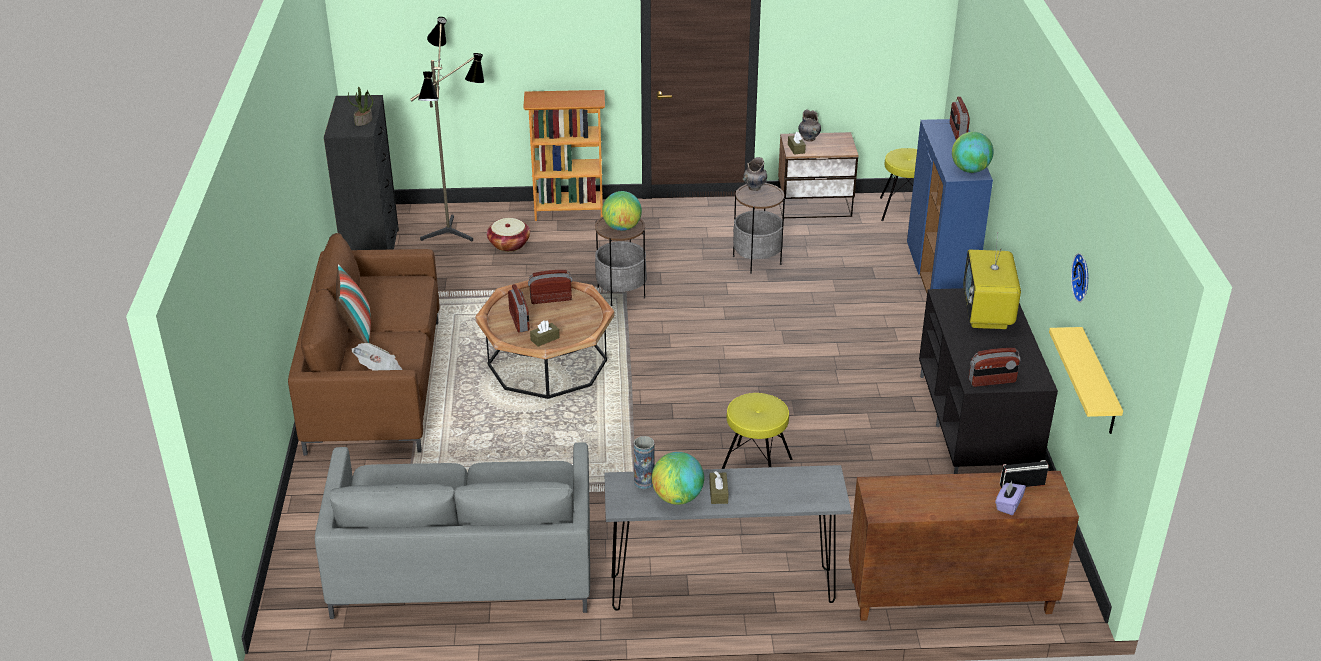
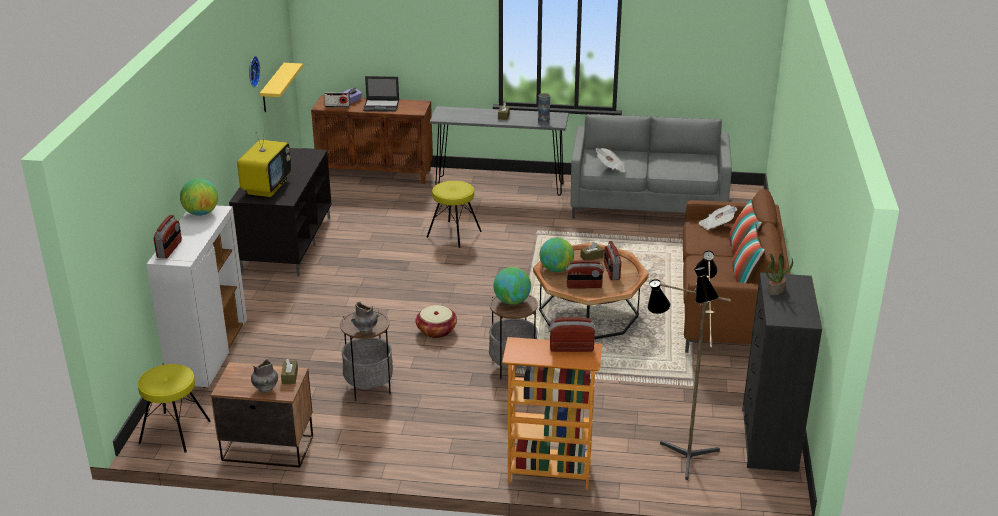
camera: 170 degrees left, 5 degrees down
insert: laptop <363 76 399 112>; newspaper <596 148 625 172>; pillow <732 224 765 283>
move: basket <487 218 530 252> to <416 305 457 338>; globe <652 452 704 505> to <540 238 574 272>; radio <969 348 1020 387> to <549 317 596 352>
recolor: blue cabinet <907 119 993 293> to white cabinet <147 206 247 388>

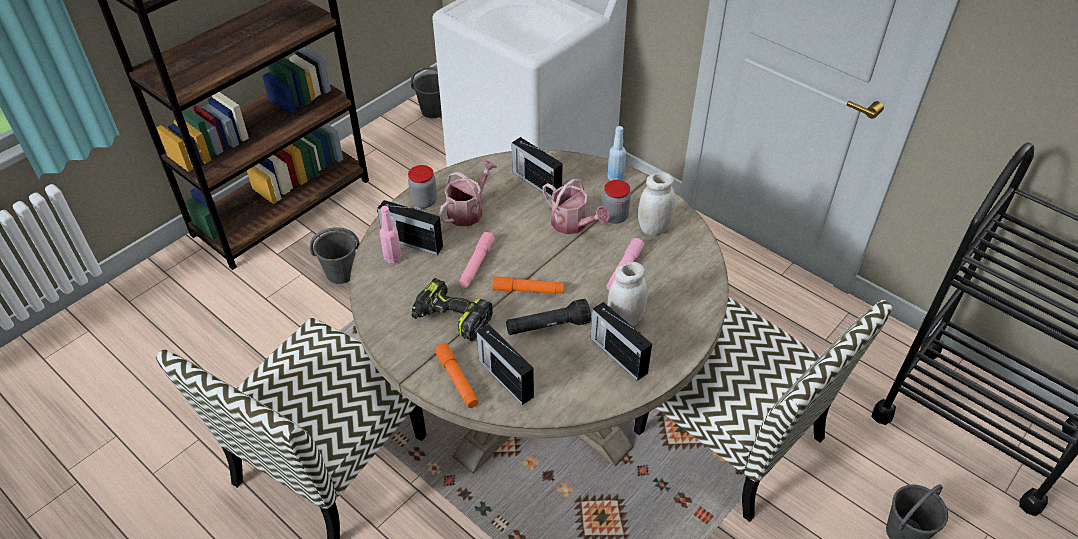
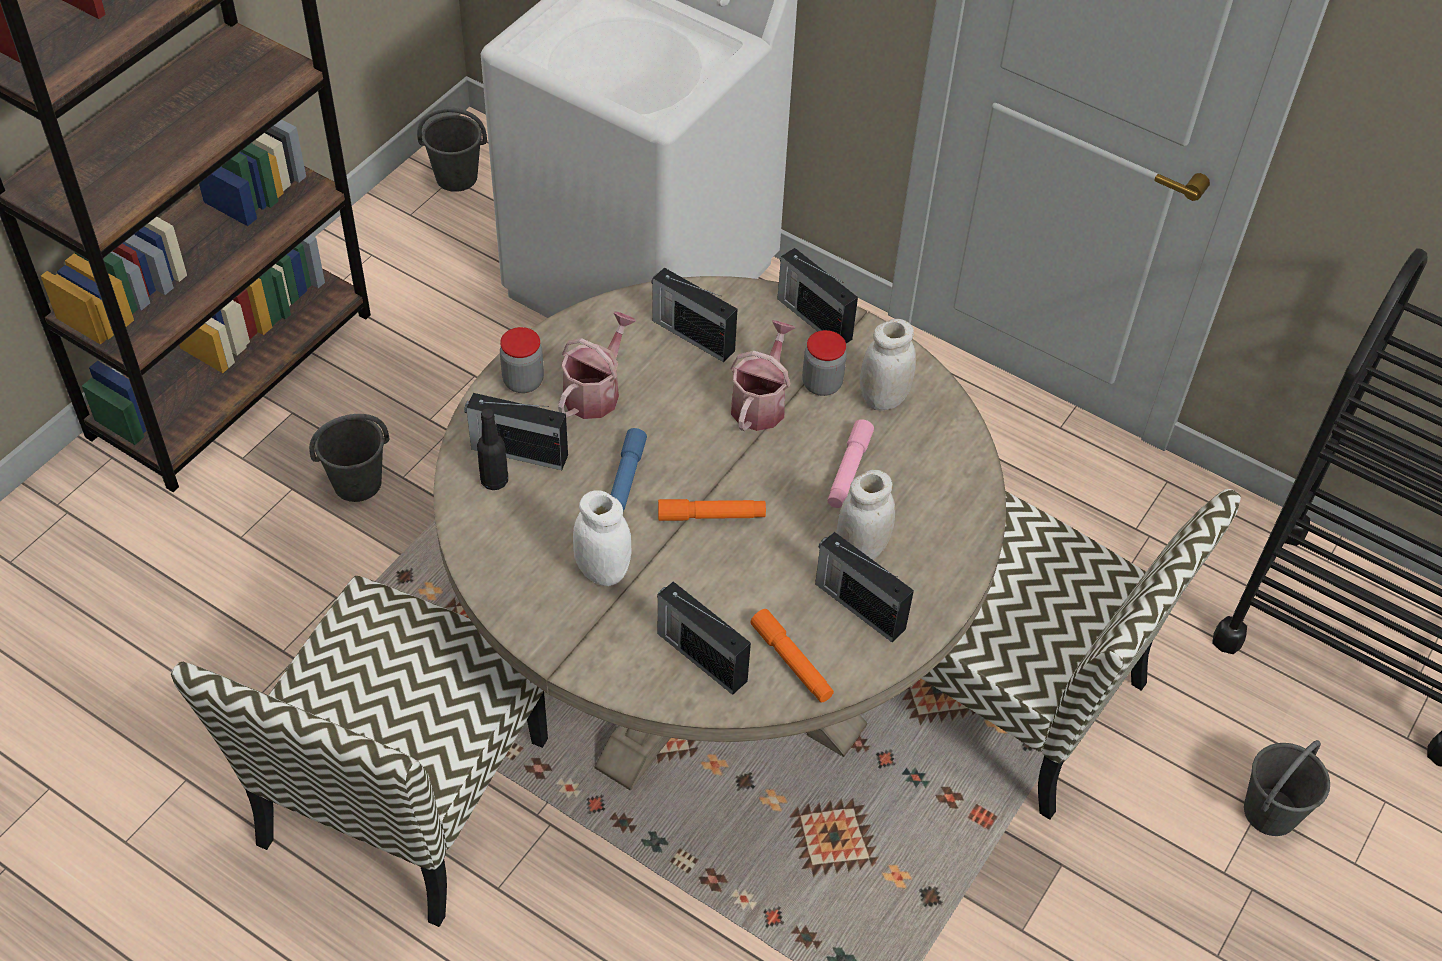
camera: 10 degrees left, 5 degrees up
delete: black flashlight <506 299 591 335>
move: orange flashlight <435 343 478 408> to <750 609 834 702>
replace: power drill <411 278 493 341> to white jar <573 490 631 586>; blue bottle <608 126 626 181> to radio <777 248 858 344>
recolor: pink bottle <380 206 402 264> to black bottle <477 408 508 490>; pink flashlight <459 232 495 288> to blue flashlight <611 428 647 511>
rotate: watering can <542 179 610 234> = <730 320 796 431> 105 degrees counterclockwise

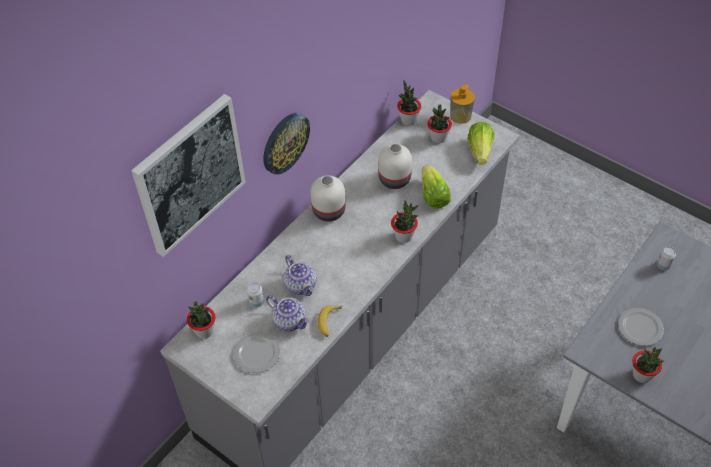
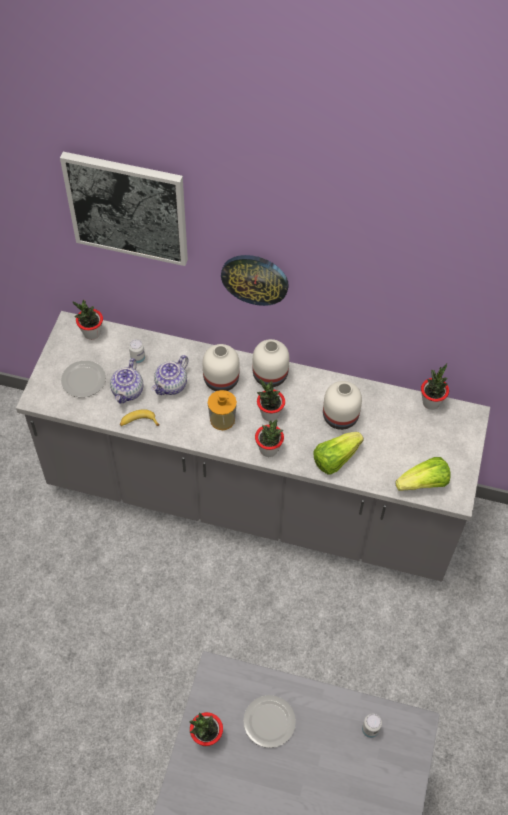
camera: 65 degrees right, 5 degrees up
insert: white vase <202 344 239 391>
move: soap dispenser <450 84 475 124> to <208 390 237 430>; potted plant <427 105 452 143> to <257 379 285 421>

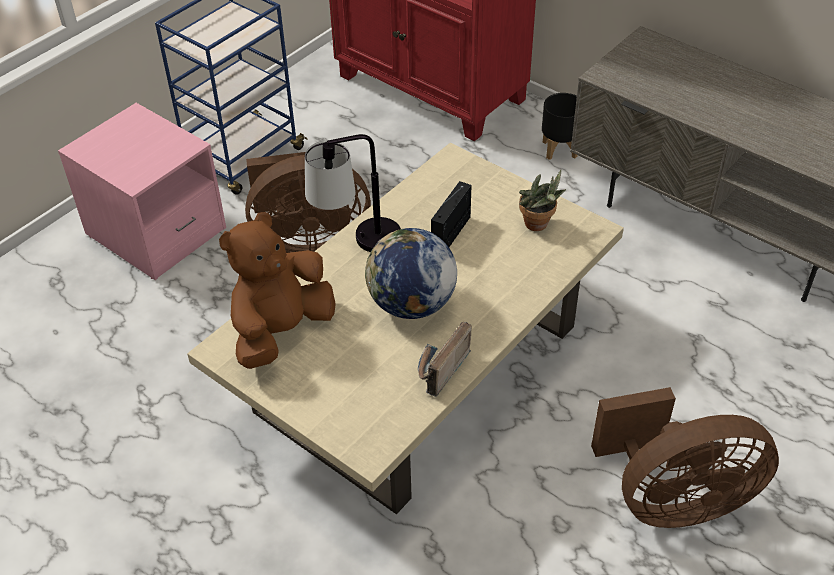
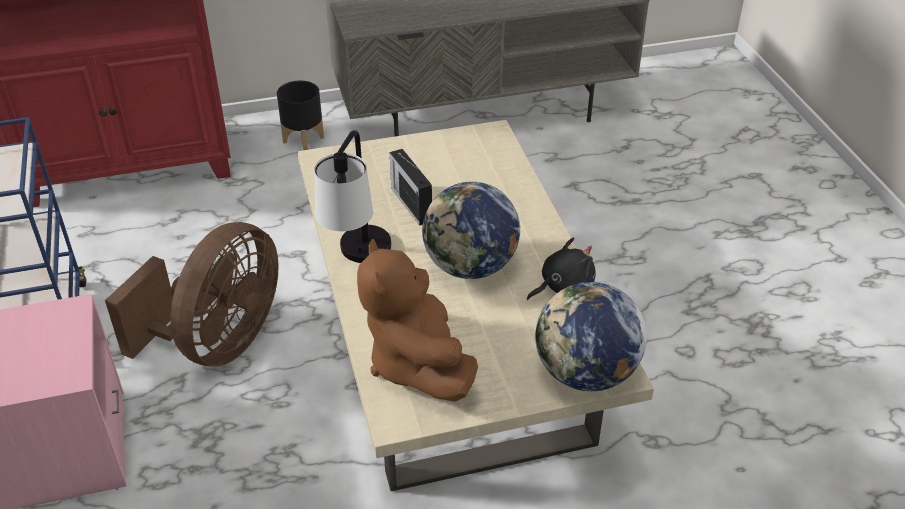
camera: 55 degrees left, 5 degrees down
delete: potted plant <519 170 566 231>; brown fan <591 387 779 528>
insert: globe <535 282 647 391>
replace: radio <418 322 472 397> to black plush toy <527 238 596 300>

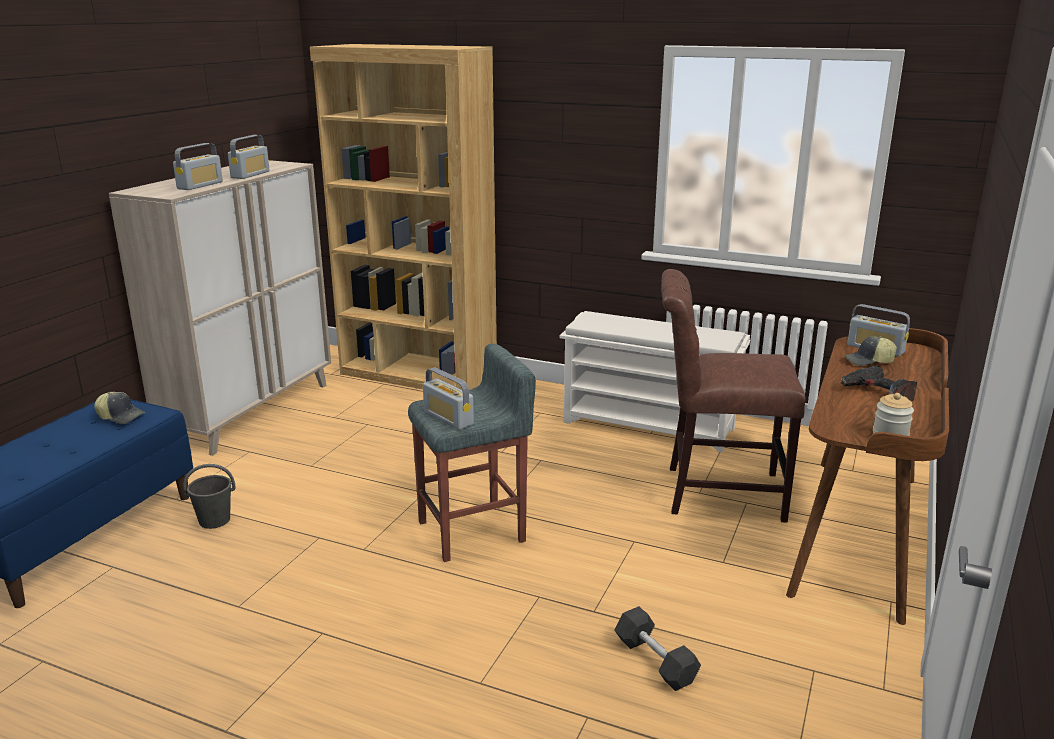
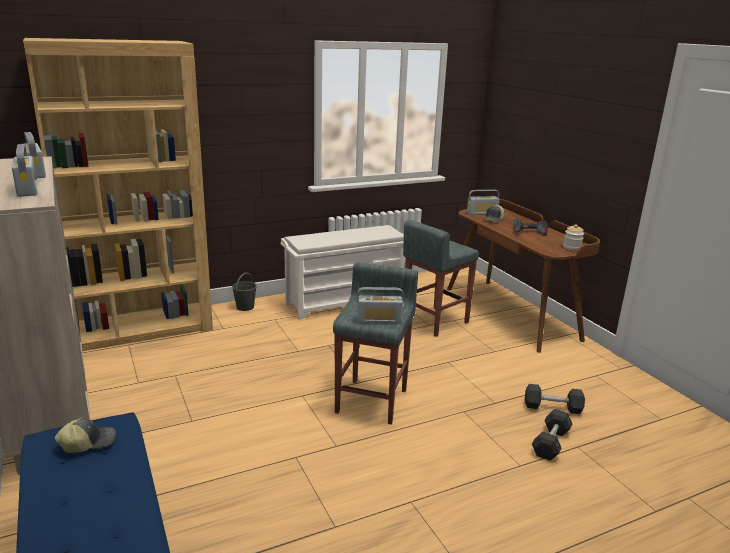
camera: 50 degrees left, 0 degrees up
insert: grey dumbbell <532 409 573 461>
move: grey bucket <183 464 236 529> to <232 272 257 311>
replace: brown chair <661 269 806 523> to grey stool <403 220 479 337>

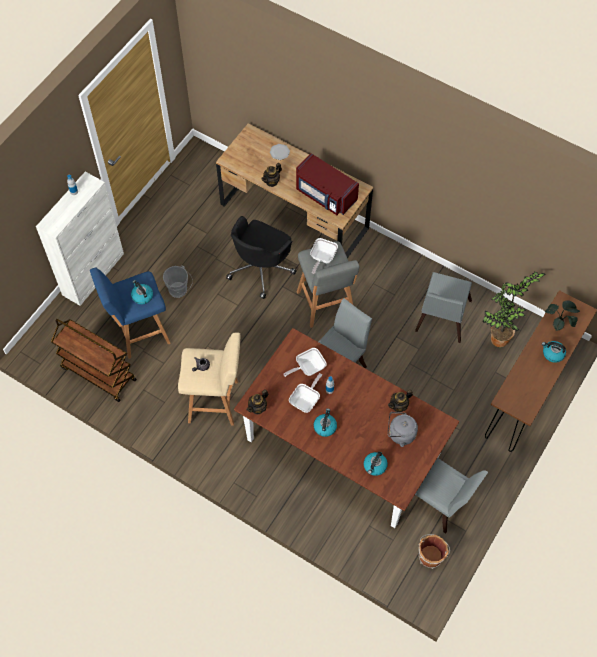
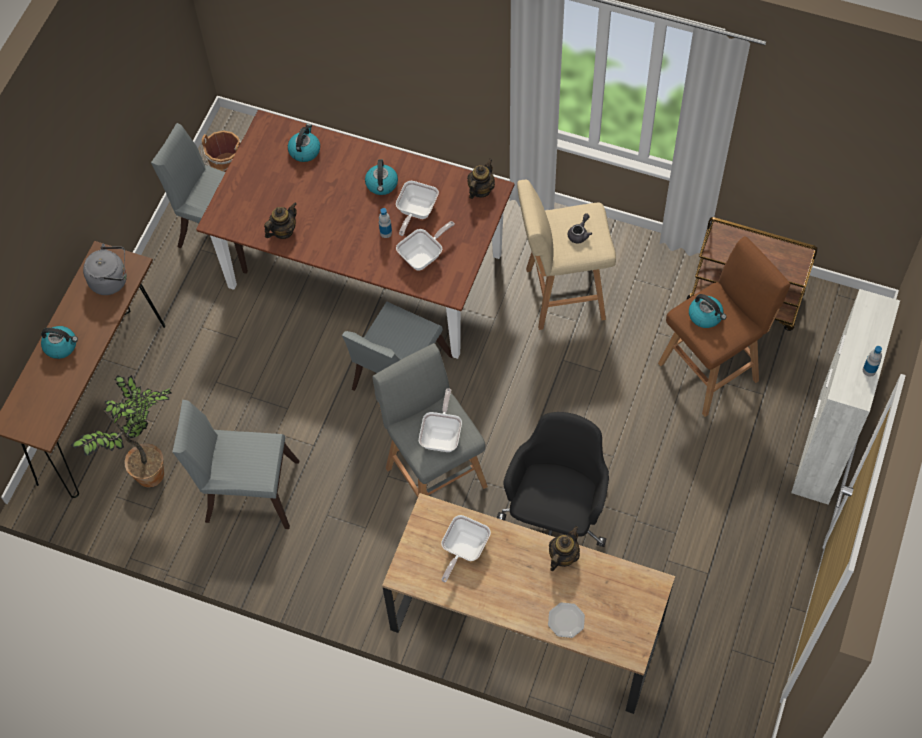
camera: 170 degrees right, 0 degrees up
delete: grey bucket <163 265 193 298>; potted plant <545 300 580 331>
move: grey kettle <388 412 418 447> to <83 244 127 295>
replace: red microwave <296 153 359 215> to frying pan <441 515 491 582>
recolor: blue stool <90 268 171 359> to brown stool <658 236 790 417>
rotate: grey chair <415 272 472 343> = <172 400 299 529> 90 degrees counterclockwise

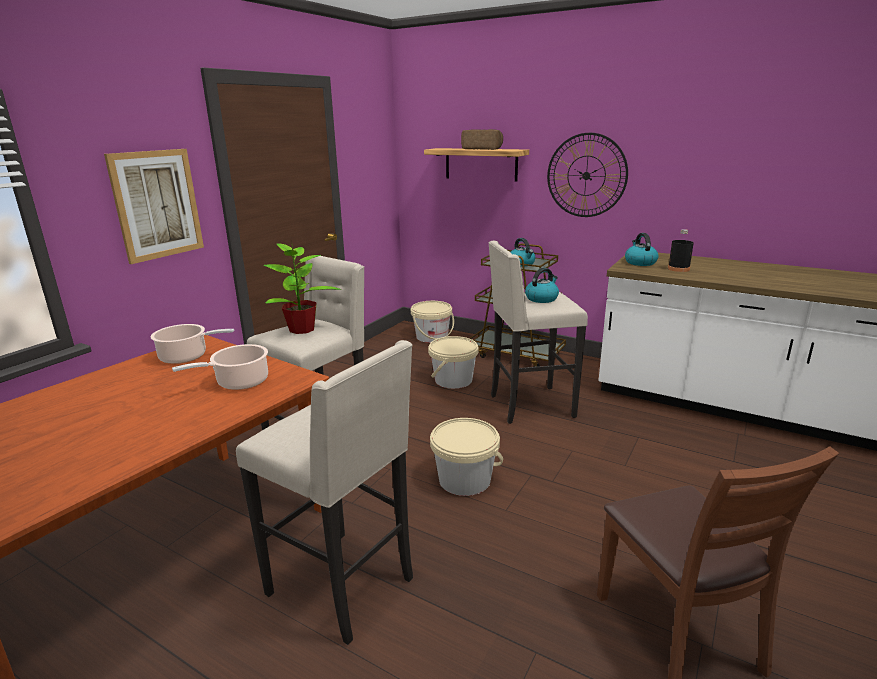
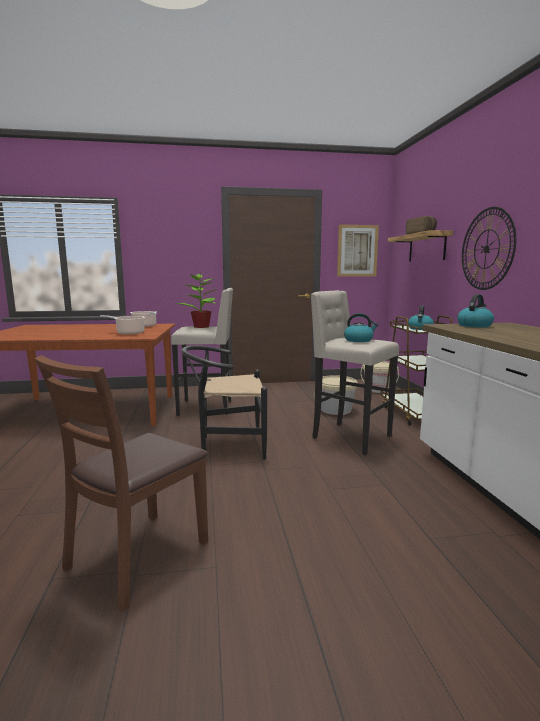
camera: 50 degrees right, 10 degrees down
delete: beige stool <236 340 413 645>; black bottle <668 229 694 272>
move: picture <104 149 204 264> to <337 224 379 277>
replace: beige bucket <430 418 503 496> to black chair <181 346 267 460>

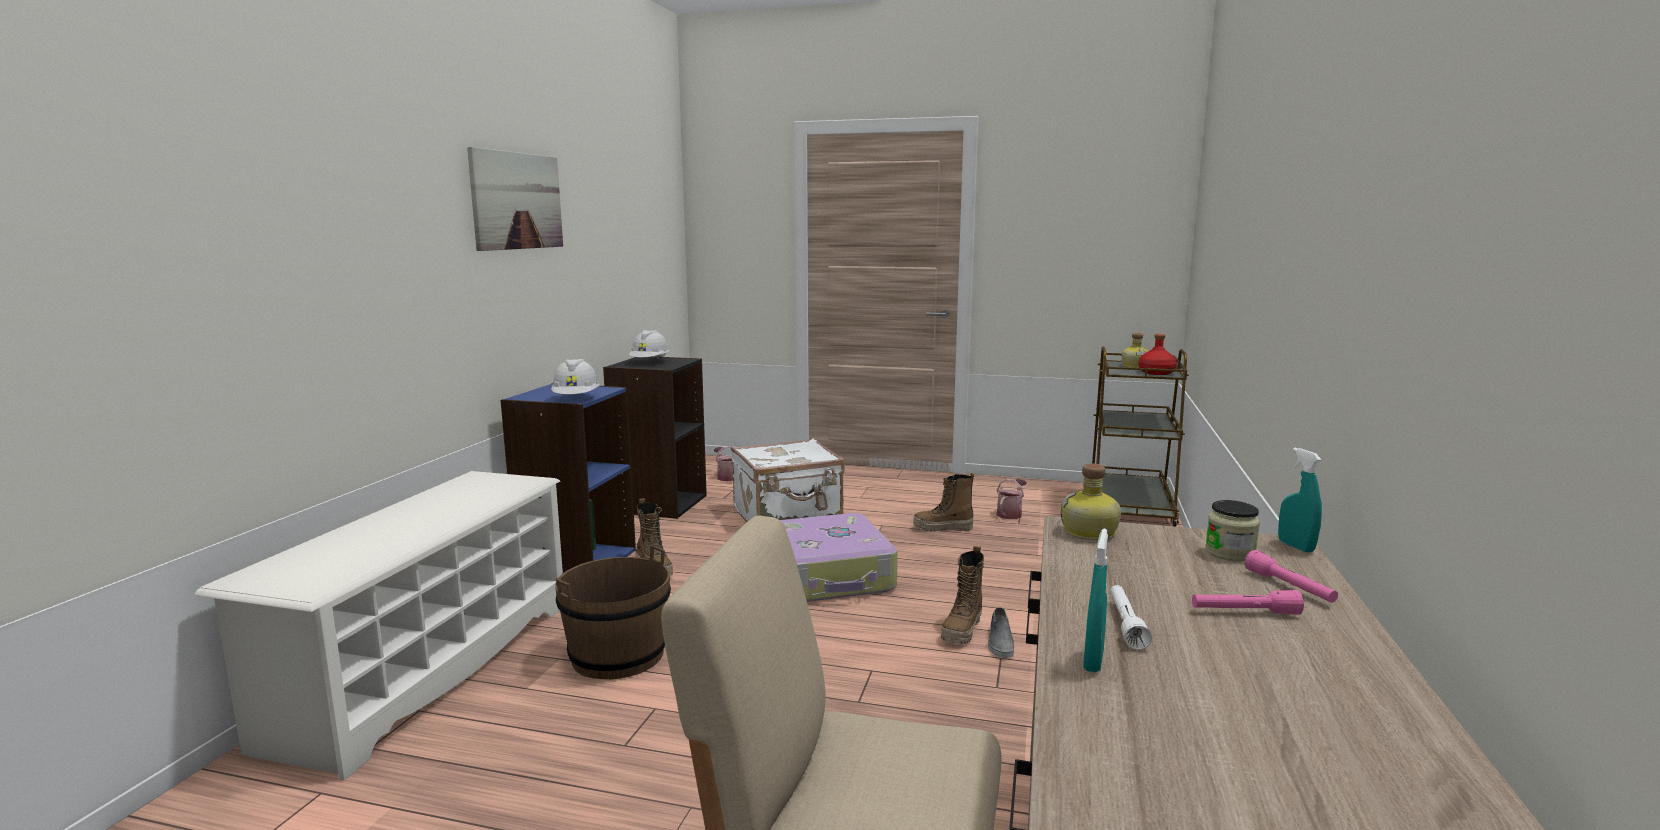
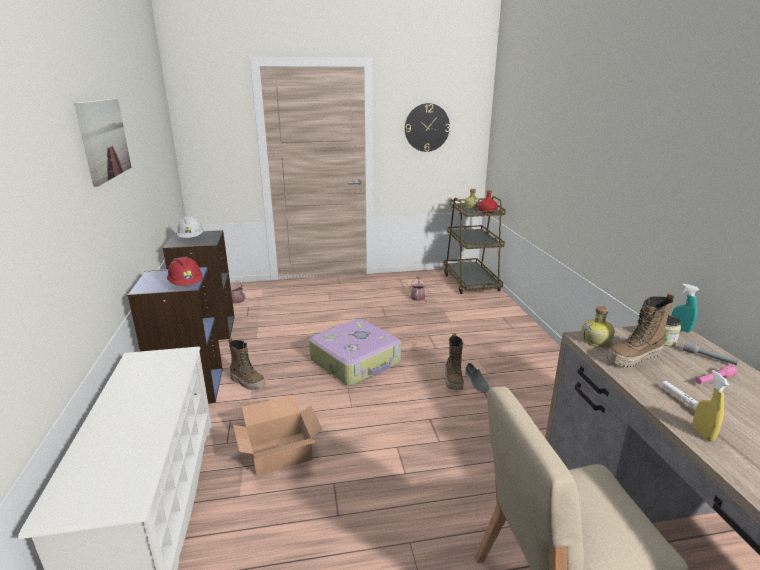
camera: 25 degrees left, 10 degrees up
delete: white suitcase <731 438 845 522>
insert: wall clock <405 103 450 152>
move: boot <913 473 974 531> to <607 293 675 367>
replace: brown bucket <555 545 671 679> to cardboard box <233 394 322 476>
recolor: white hard hat <551 359 600 394> to red hard hat <167 256 203 286>; pink flashlight <1245 550 1338 603> to grey flashlight <683 341 739 365>; turquoise spray bottle <1083 529 1108 672> to yellow spray bottle <693 370 729 441>

